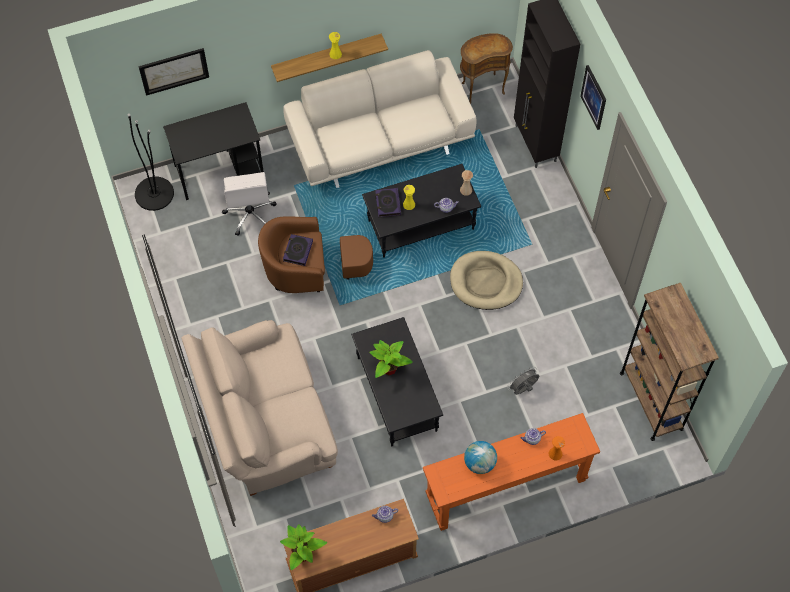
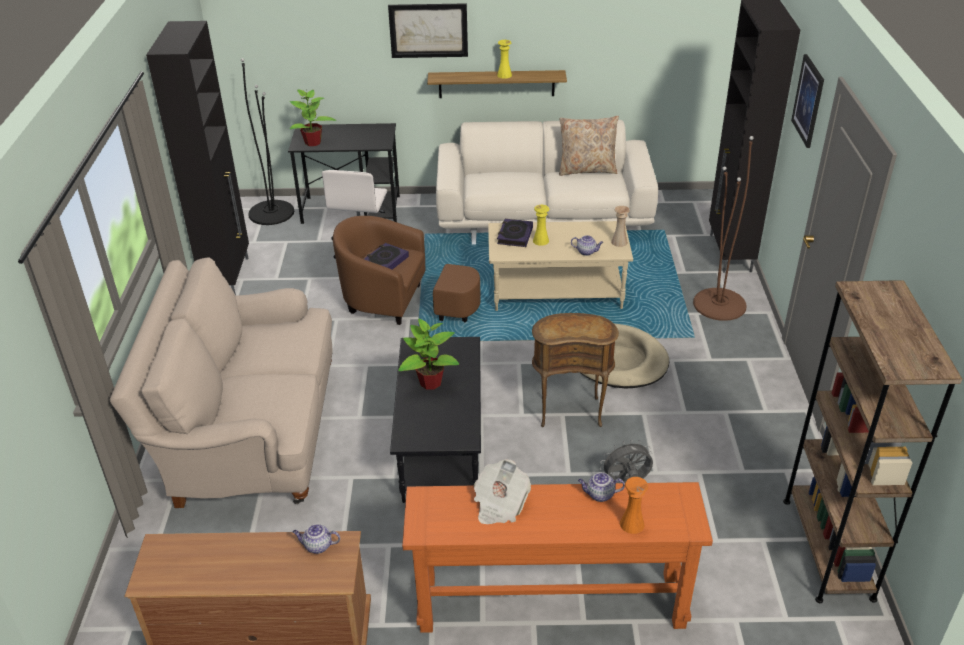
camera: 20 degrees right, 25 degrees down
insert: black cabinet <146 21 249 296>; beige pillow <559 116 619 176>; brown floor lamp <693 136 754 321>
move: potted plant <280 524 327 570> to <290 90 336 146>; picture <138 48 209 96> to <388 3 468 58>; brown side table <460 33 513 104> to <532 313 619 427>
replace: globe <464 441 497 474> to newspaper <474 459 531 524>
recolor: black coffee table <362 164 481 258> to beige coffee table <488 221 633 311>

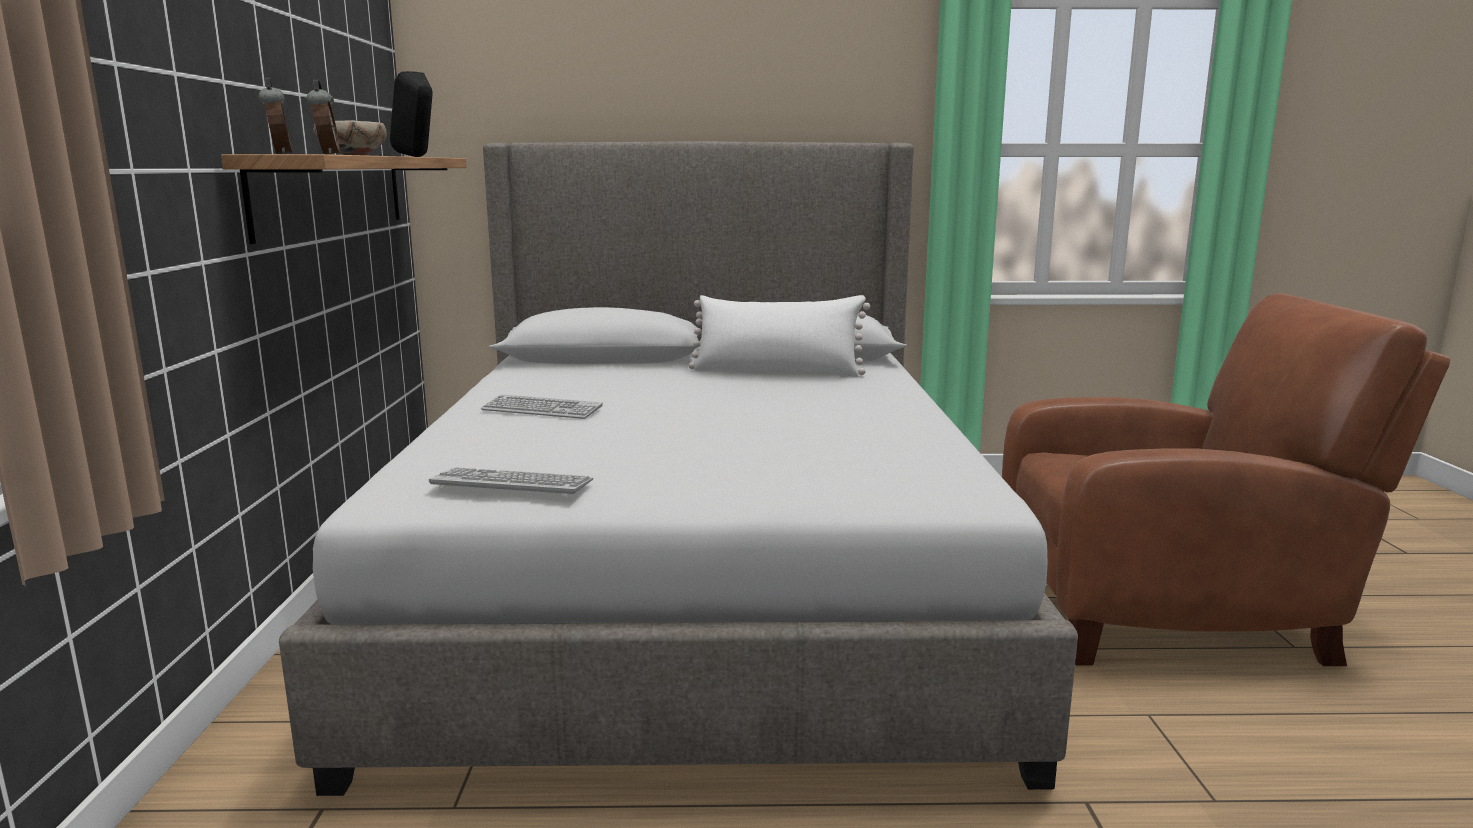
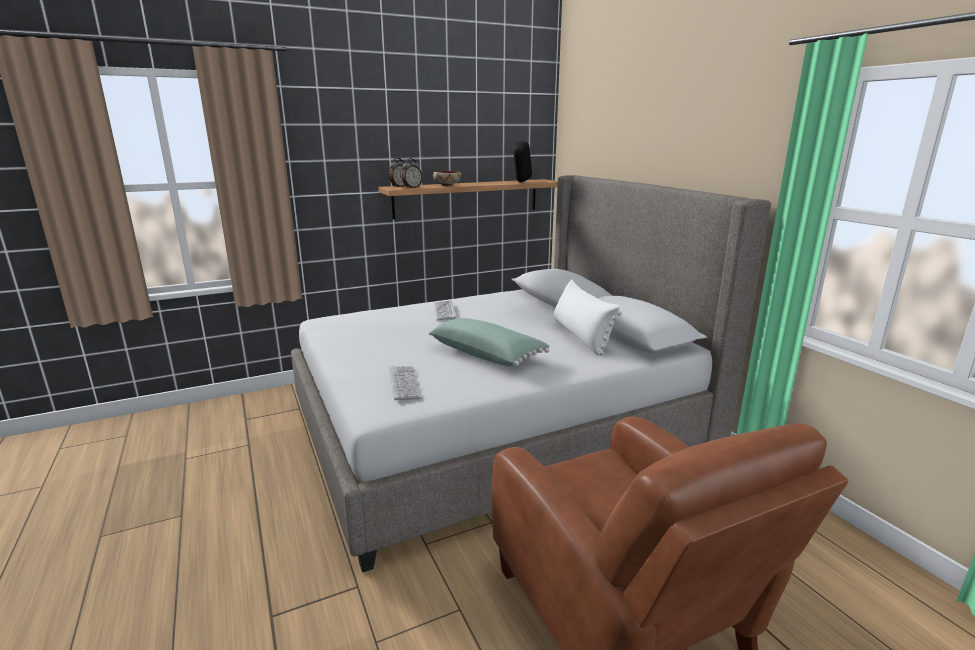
camera: 65 degrees right, 5 degrees up
insert: green pillow <429 318 550 366>
move: keyboard <429 467 593 496> to <389 366 422 400>

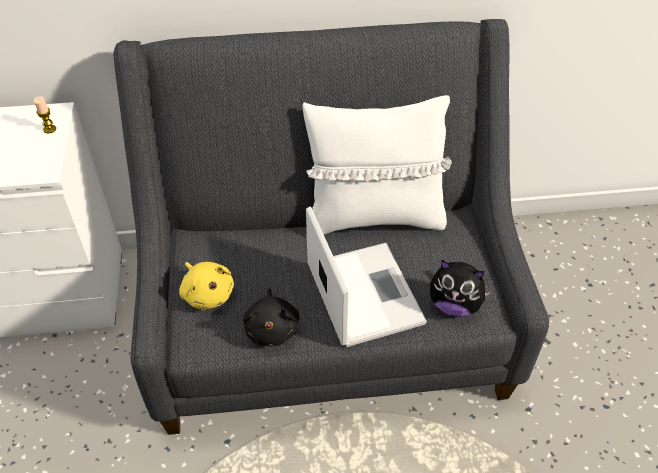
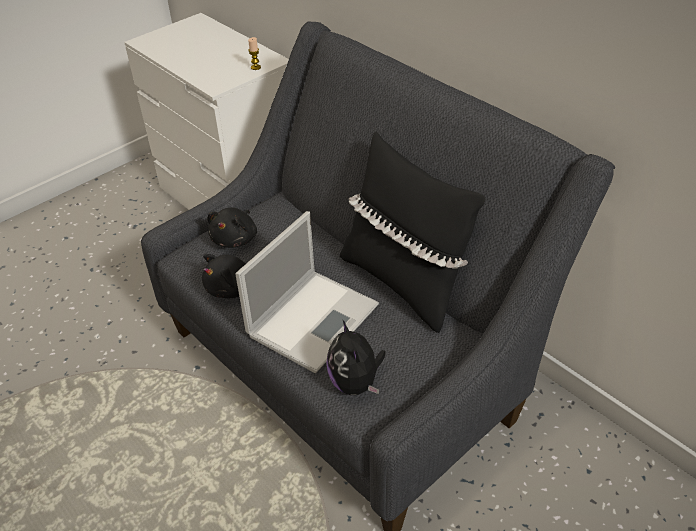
camera: 55 degrees right, 5 degrees down
recolor: yellow plush toy <179 262 234 310> to black plush toy <207 207 257 248>; white pillow <303 95 452 236> to black pillow <340 131 486 333>

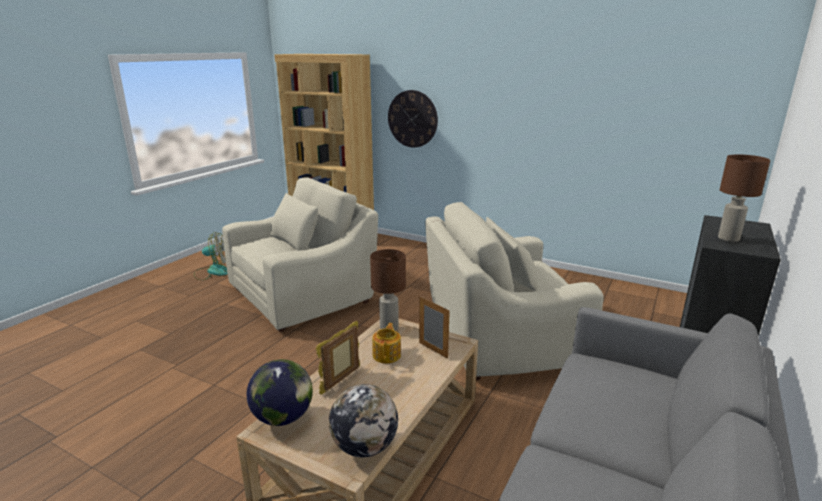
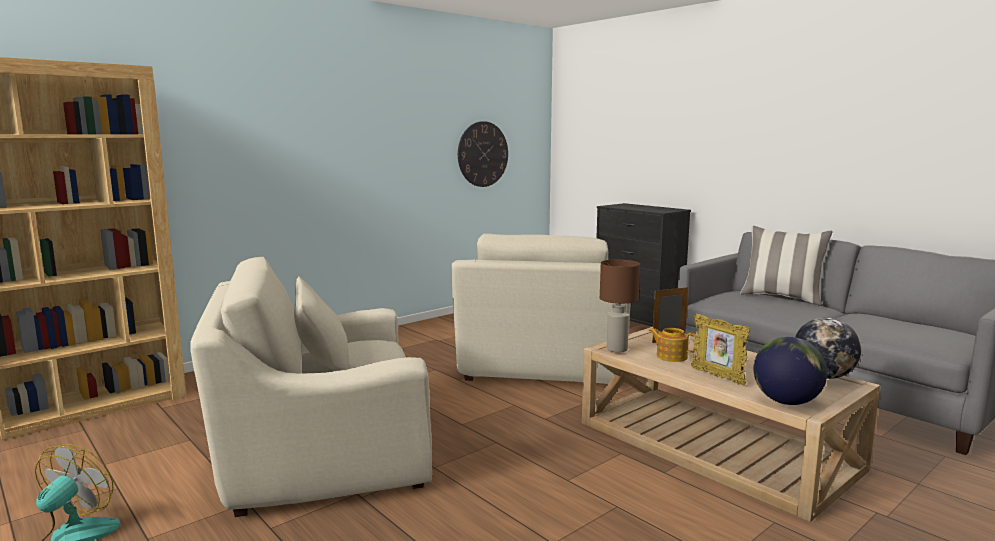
camera: 70 degrees left, 10 degrees down
delete: brown table lamp <718 154 770 242>
insert: pillow <740 225 833 306>
move: wall clock <388 90 438 148> to <458 121 508 187>
rotate: beige armchair <222 178 378 332> = <190 257 432 517> 90 degrees counterclockwise

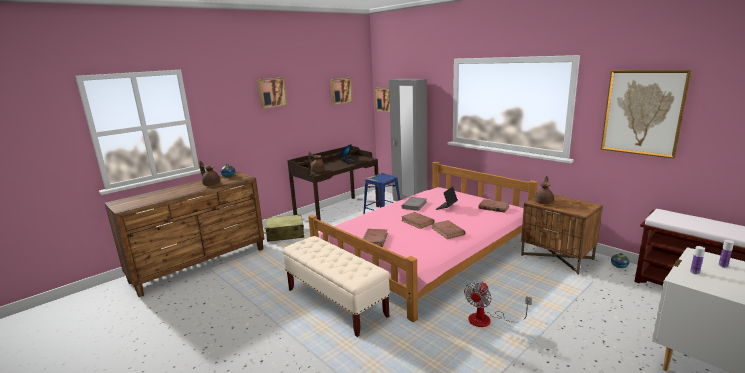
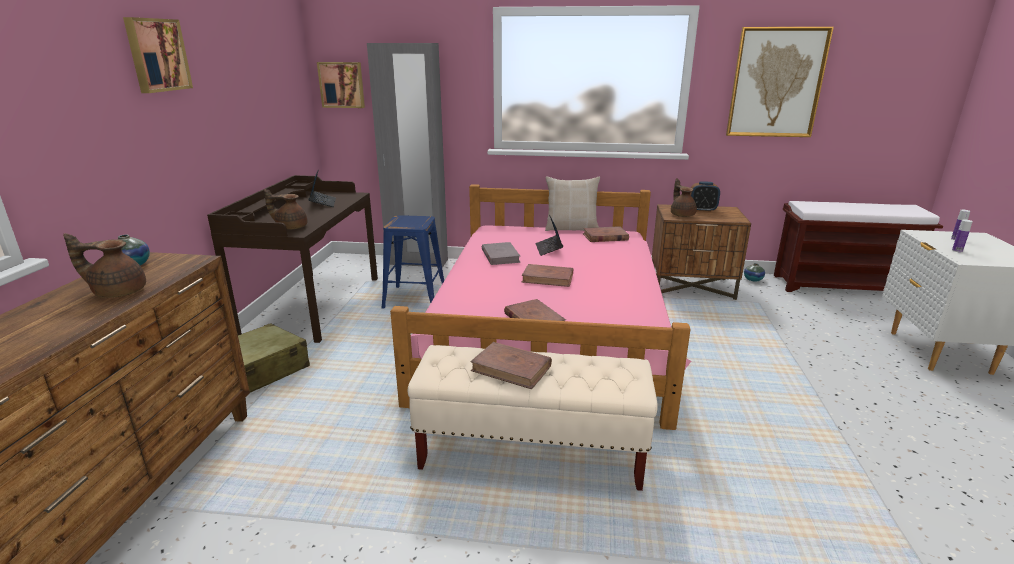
camera: 40 degrees left, 5 degrees up
delete: picture <330 78 353 105>; fan <464 282 532 327>
insert: beige pillow <545 176 600 231>; alarm clock <690 181 720 212>
move: brown book <432 220 466 239> to <470 342 552 389>

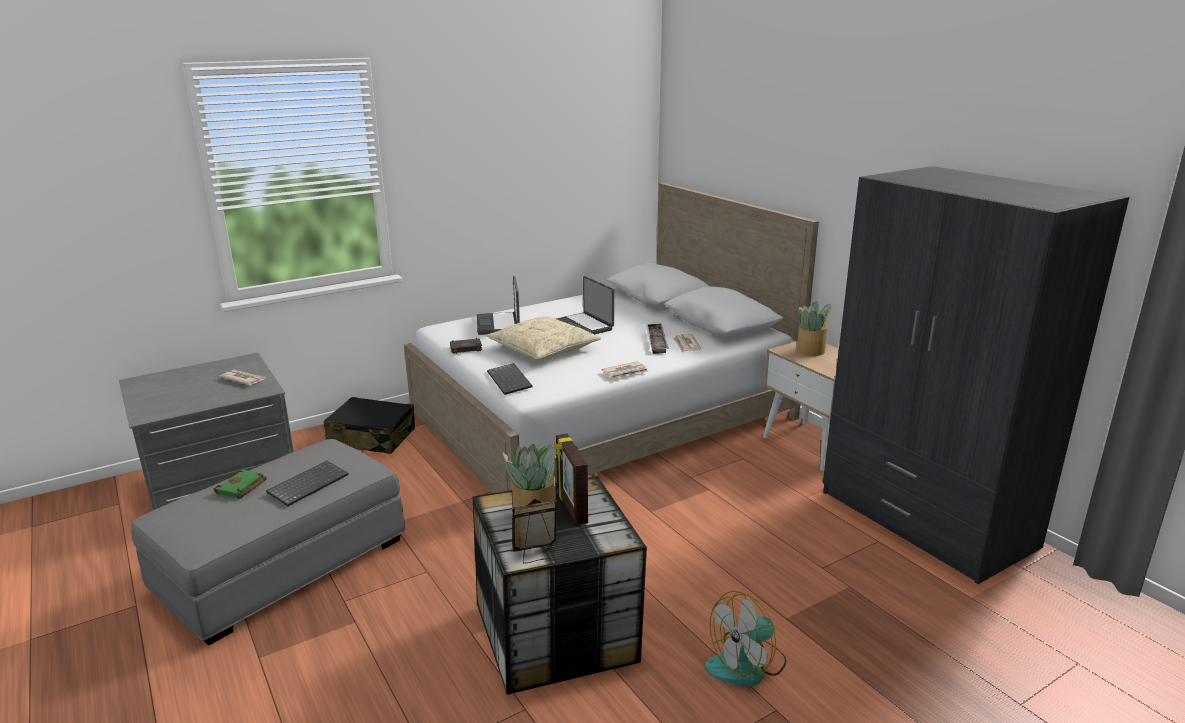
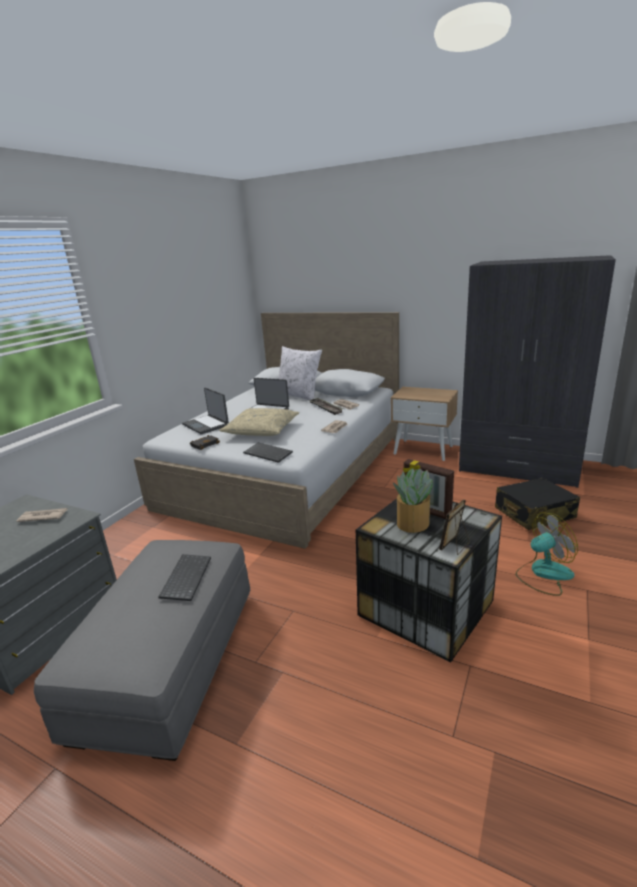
camera: 30 degrees left, 0 degrees up
delete: green book <213 470 267 499>; potted plant <797 301 831 356>
insert: white pillow <278 346 322 400>
move: black suitcase <324 397 415 454> to <495 478 580 530>
rotate: fan <705 591 787 686> = <516 512 578 596> 135 degrees counterclockwise

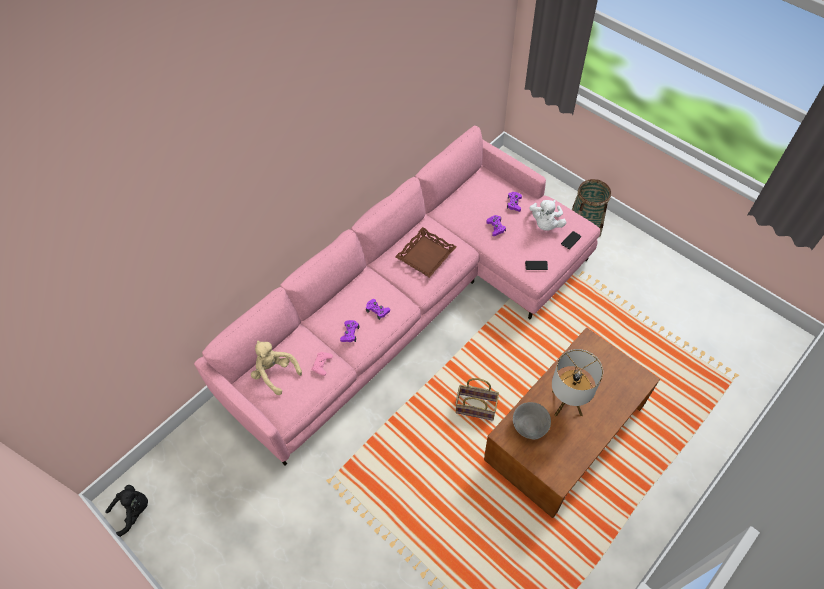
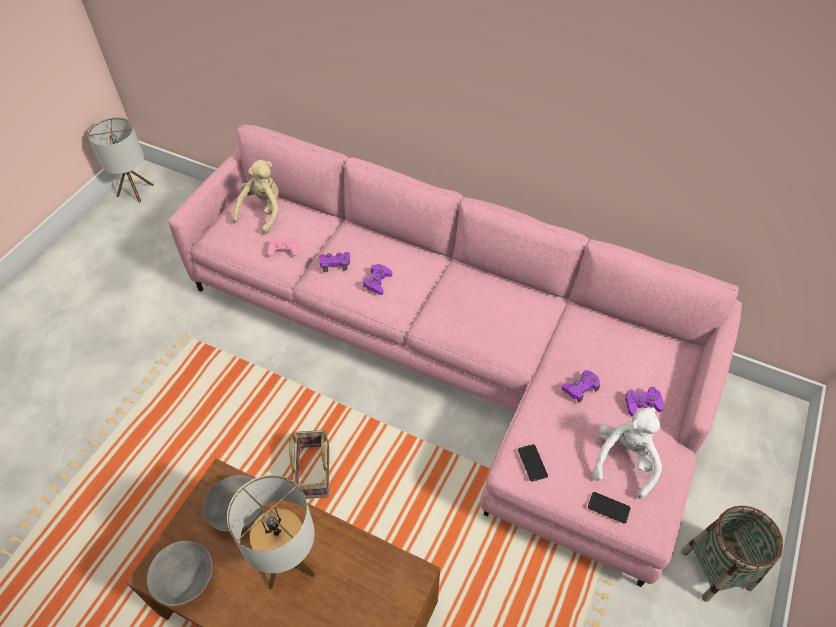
camera: 70 degrees right, 5 degrees down
delete: brown tray <395 227 457 278>
insert: grey bowl <147 541 213 606>
replace: black plush toy <105 485 148 537> to table lamp <87 117 154 202>
rotate: white plush toy <529 200 566 230> = <592 407 662 499> 120 degrees clockwise

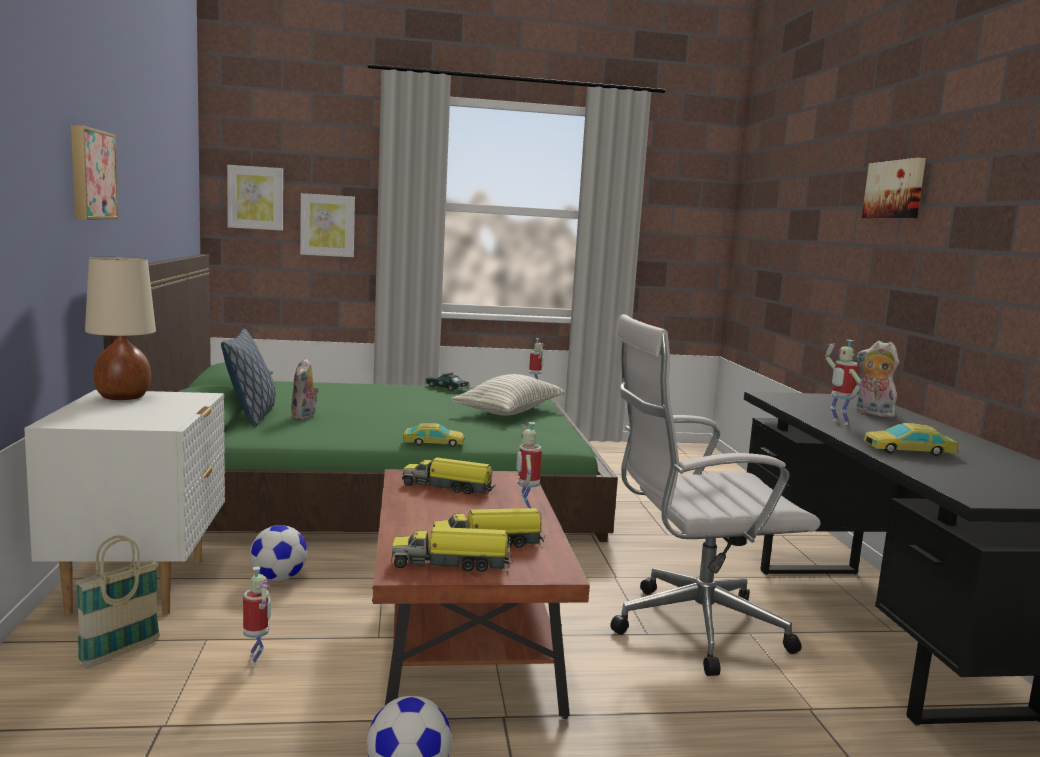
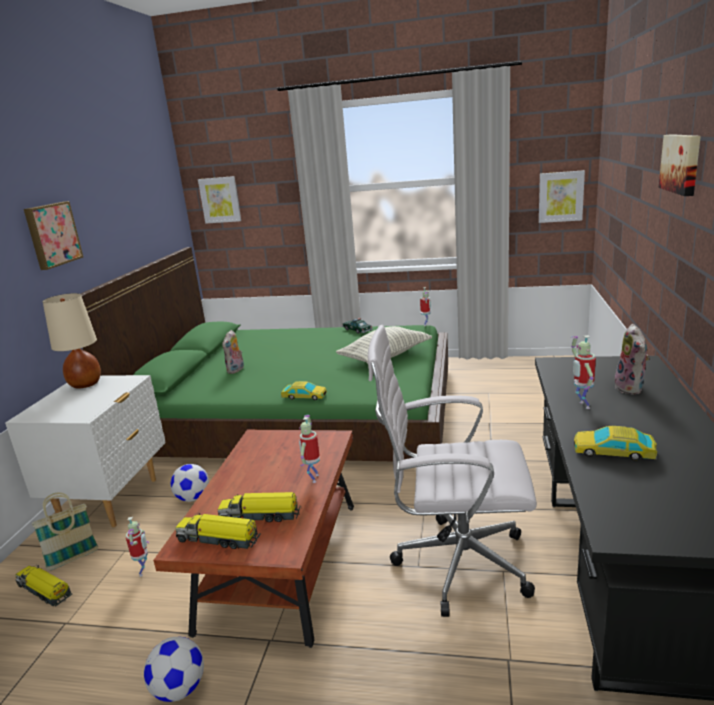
camera: 20 degrees right, 10 degrees up
delete: pillow <221 328 276 427>
move: toy truck <402 457 495 494> to <15 565 72 607>; picture <300 193 355 257> to <539 170 585 223>
rotate: plush toy <856 341 899 417> = <615 324 650 395> 150 degrees counterclockwise

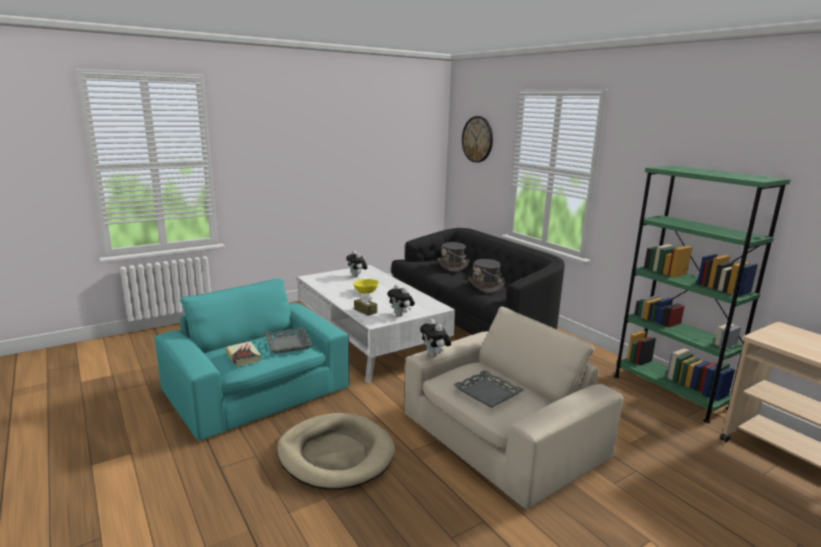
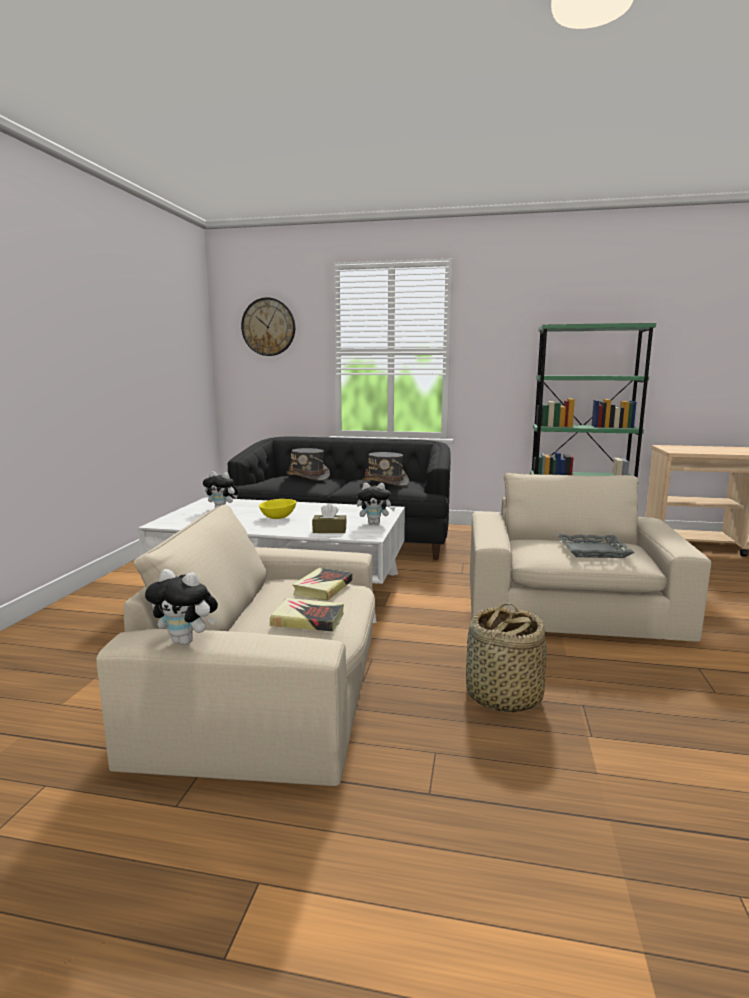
camera: 45 degrees left, 5 degrees down
move: plush toy <420 319 451 357> to <145 569 218 645>
replace: grey tray <265 327 313 354> to book <292 567 352 601>; beige dog bed <277 413 395 490> to basket <466 603 547 712>
recolor: turquoise armchair <155 278 349 441> to beige armchair <96 505 375 786>

